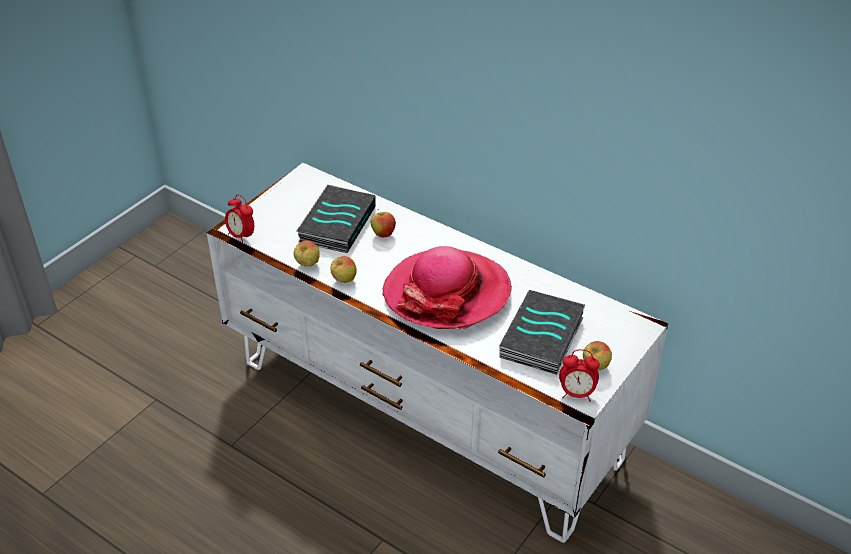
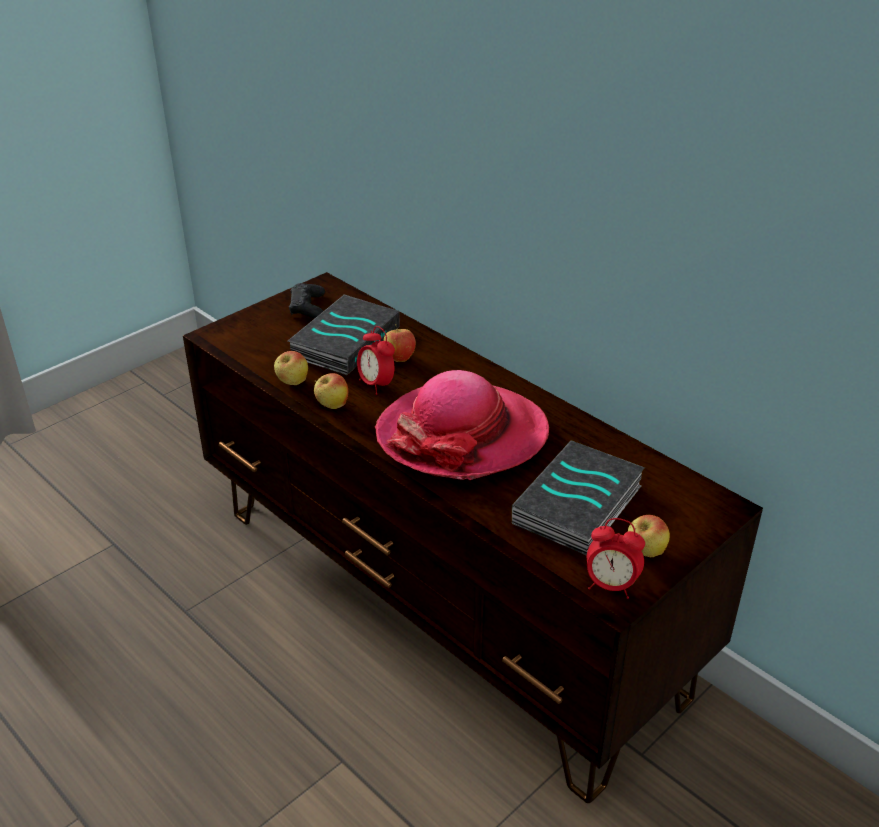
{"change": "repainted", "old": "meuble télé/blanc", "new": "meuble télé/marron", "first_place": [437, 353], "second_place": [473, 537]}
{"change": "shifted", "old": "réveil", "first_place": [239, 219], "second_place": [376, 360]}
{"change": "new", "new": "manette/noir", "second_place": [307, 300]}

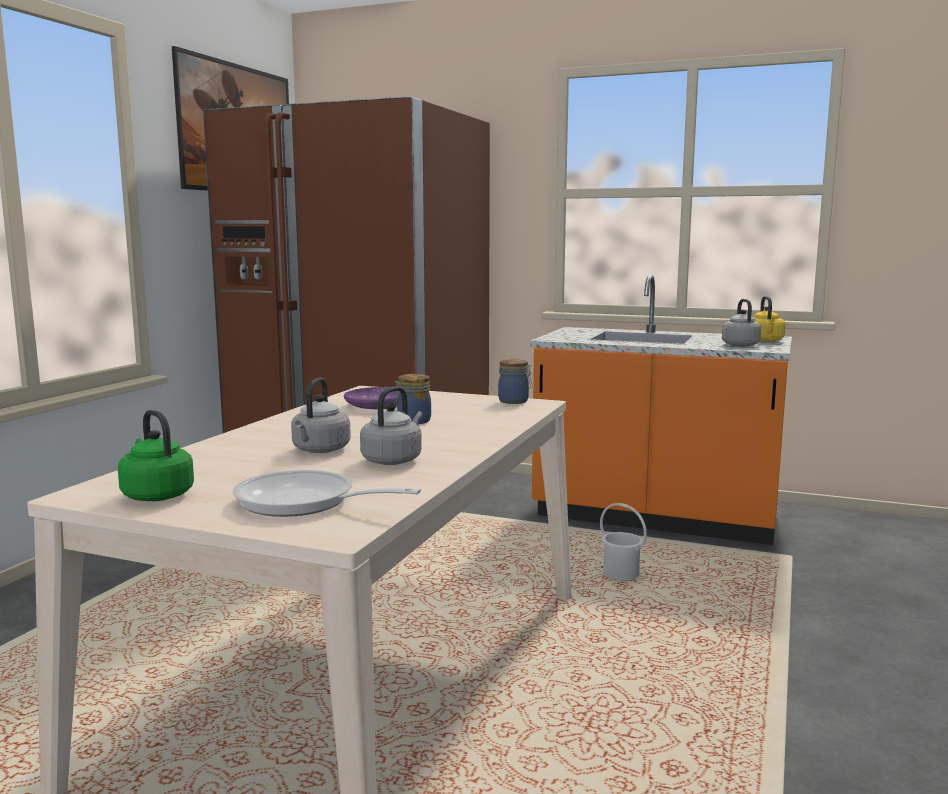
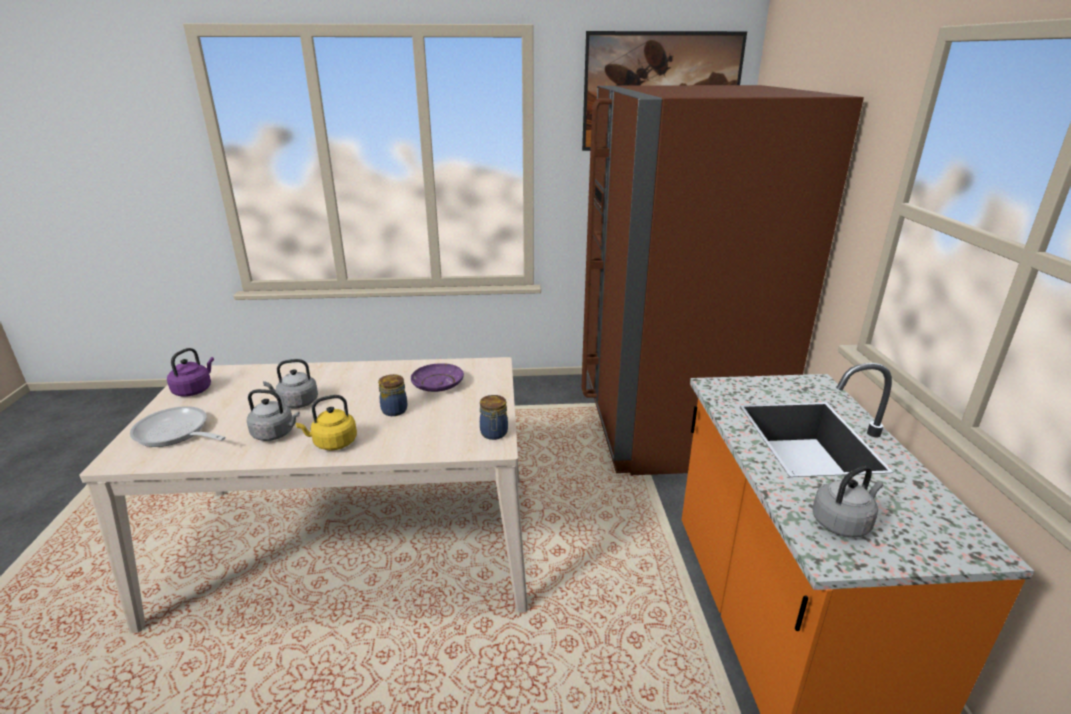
{"change": "repainted", "old": "bouilloire/vert", "new": "bouilloire/violet", "first_place": [156, 455], "second_place": [190, 372]}
{"change": "rotated", "old": "poêle", "first_place": [326, 493], "second_place": [178, 426], "degrees": -60}
{"change": "gone", "old": "seau/blanc", "first_place": [623, 541]}
{"change": "shifted", "old": "bouilloire/jaune", "first_place": [770, 319], "second_place": [326, 422]}

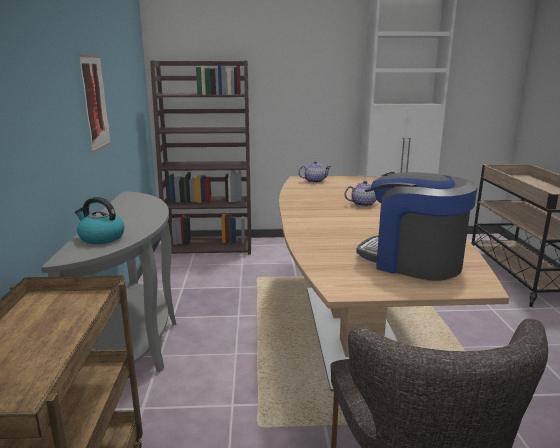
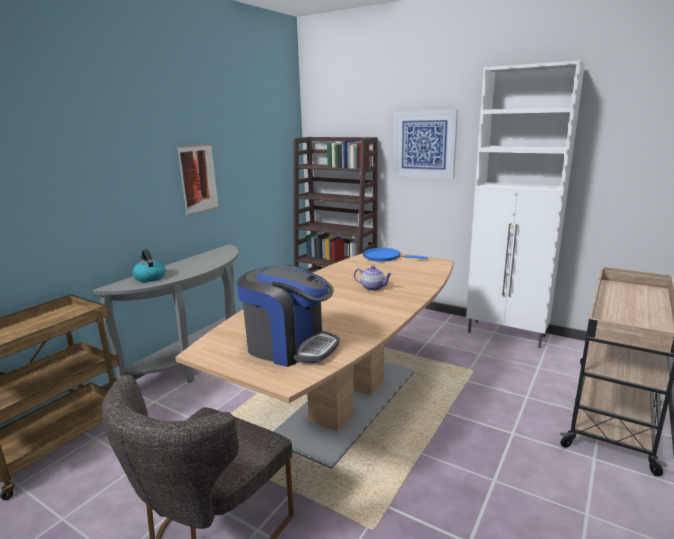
{"change": "swapped", "old": "théière", "new": "poêle/bleu", "first_place": [314, 172], "second_place": [395, 255]}
{"change": "rotated", "old": "machine à café", "first_place": [416, 226], "second_place": [288, 315], "degrees": 135}
{"change": "new", "new": "tableau", "second_place": [425, 144]}

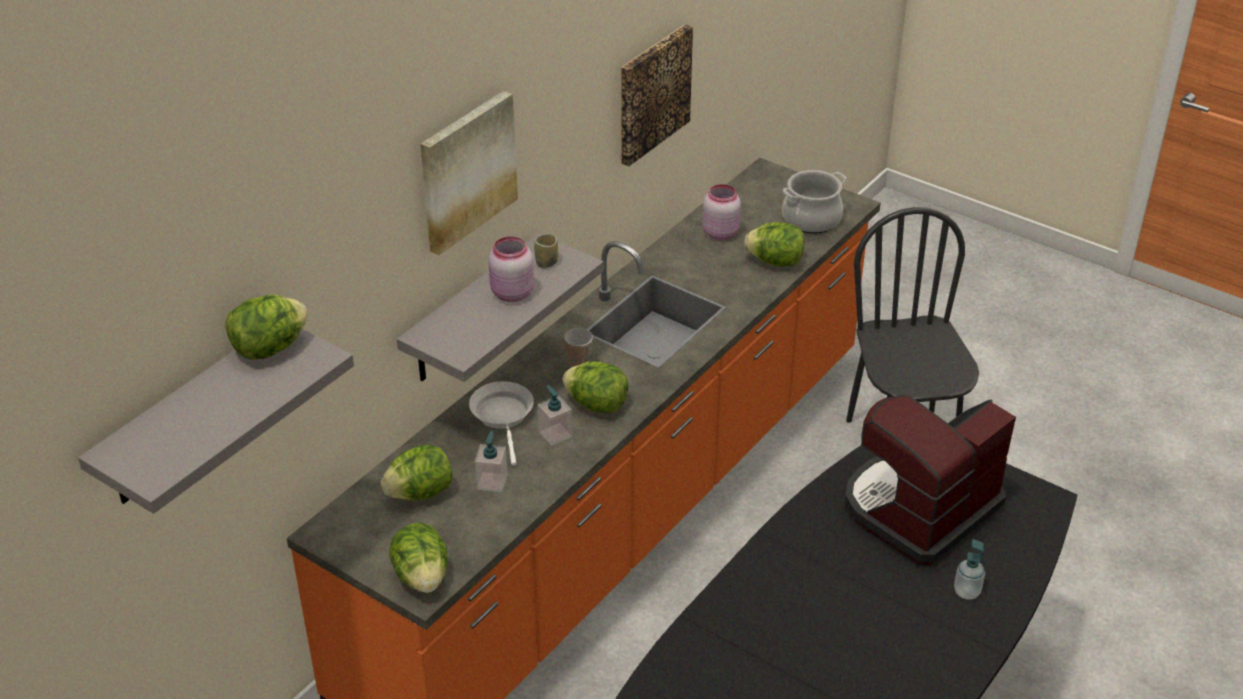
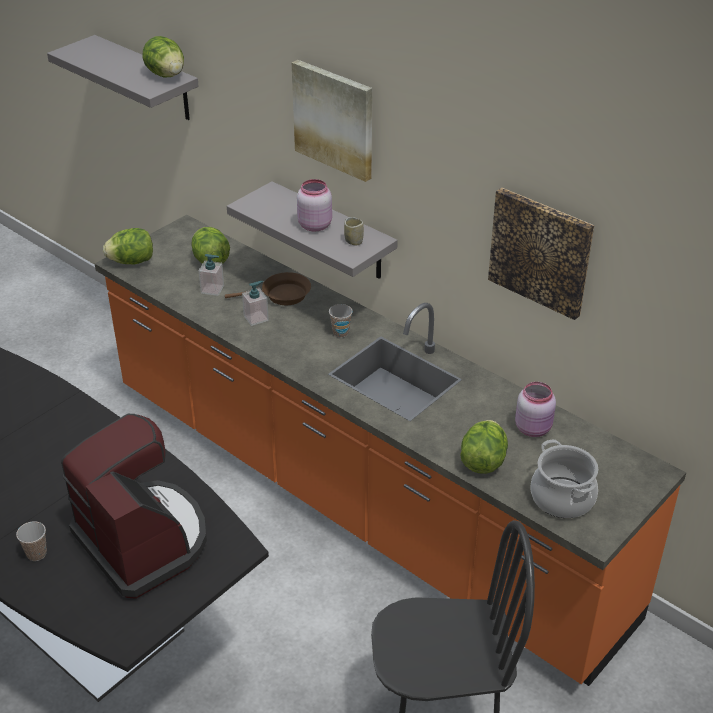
{"change": "repainted", "old": "poêle/blanc", "new": "poêle/marron", "first_place": [501, 423], "second_place": [268, 288]}
{"change": "gone", "old": "laitue", "first_place": [596, 387]}
{"change": "swapped", "old": "distributeur de savon", "new": "tasse", "first_place": [969, 569], "second_place": [31, 541]}

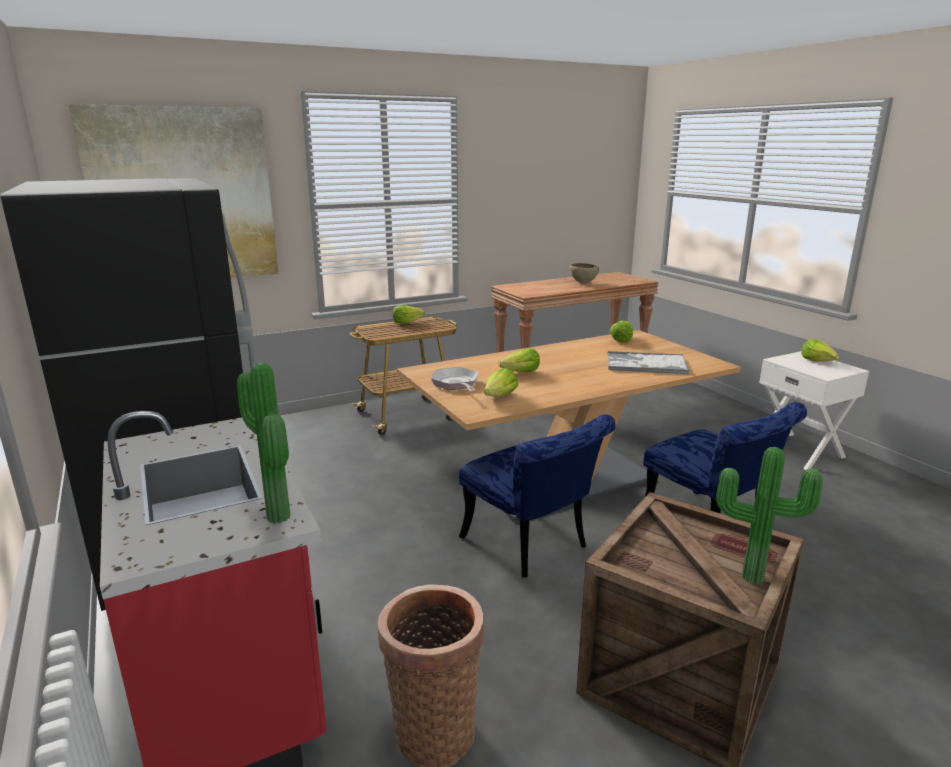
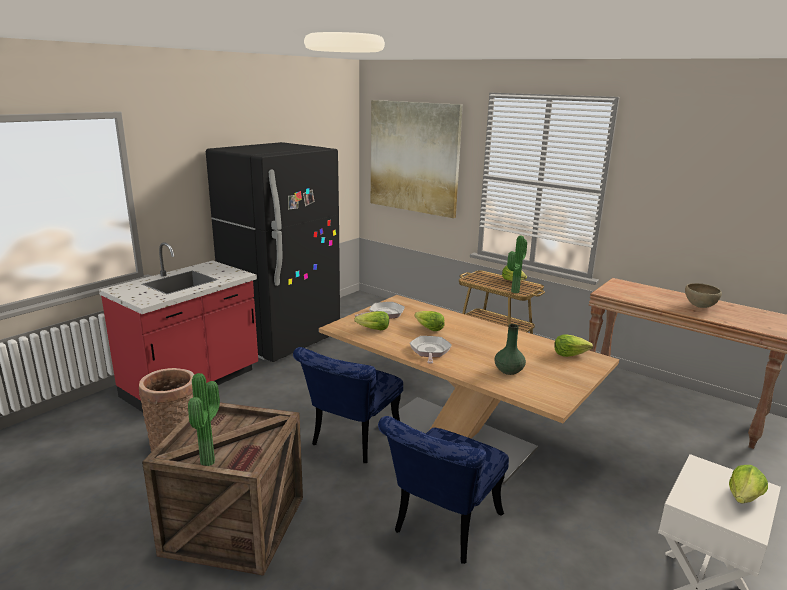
{"change": "shifted", "old": "plante en pot", "first_place": [264, 443], "second_place": [517, 264]}
{"change": "swapped", "old": "plateau", "new": "vase/vert", "first_place": [648, 362], "second_place": [510, 349]}
{"change": "new", "new": "poêle", "second_place": [431, 350]}

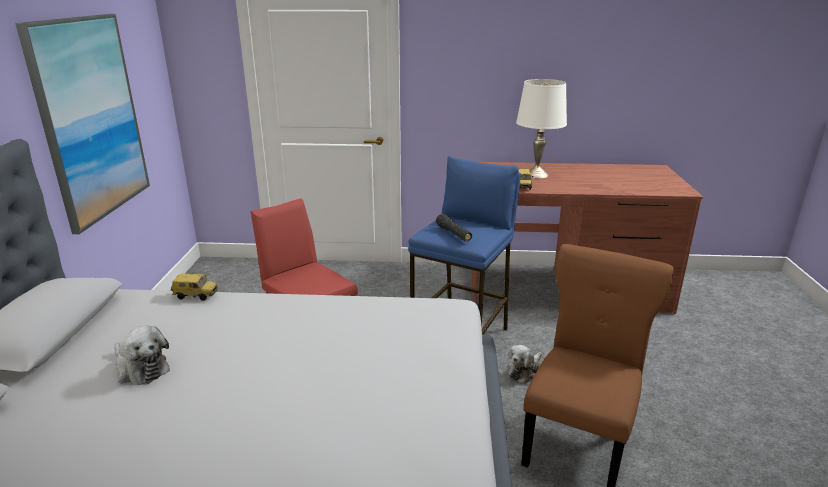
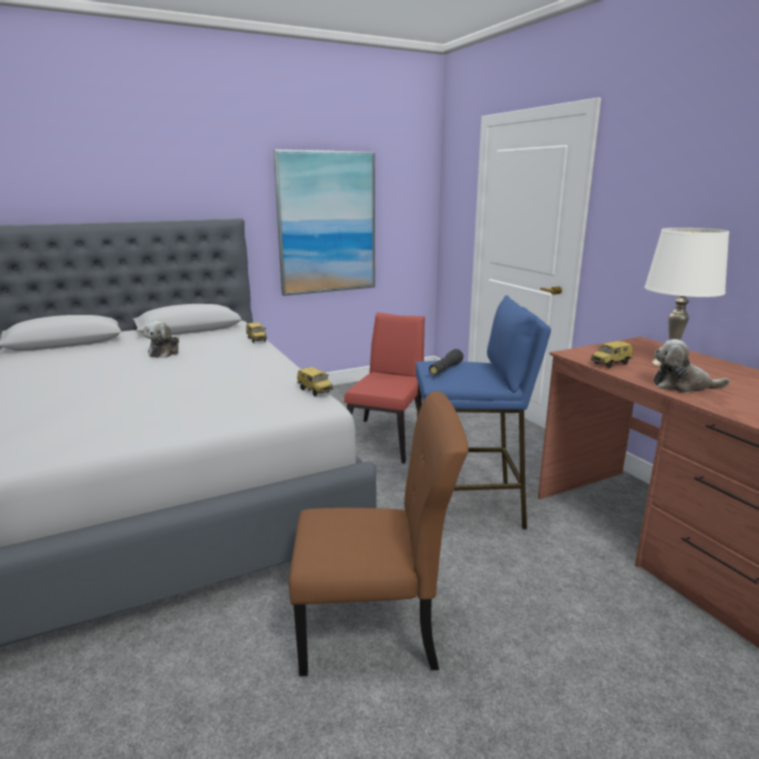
{"change": "shifted", "old": "peluche", "first_place": [525, 364], "second_place": [692, 366]}
{"change": "new", "new": "petite voiture", "second_place": [315, 381]}

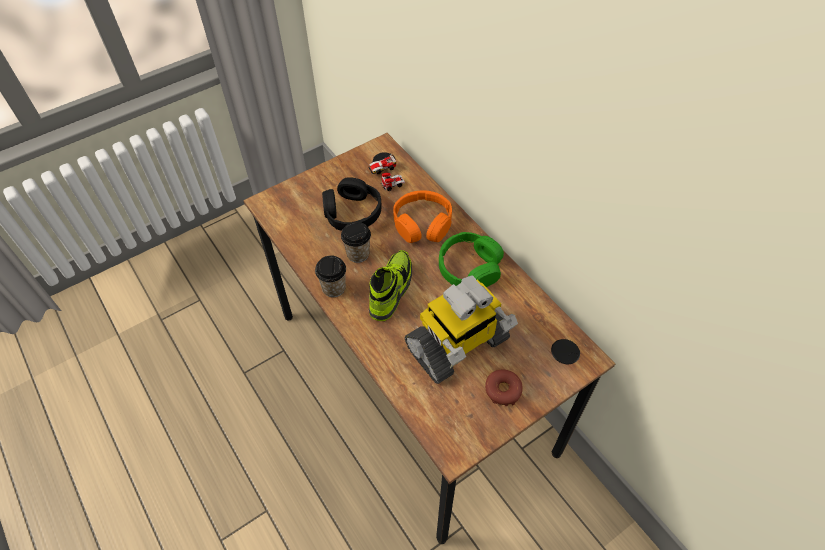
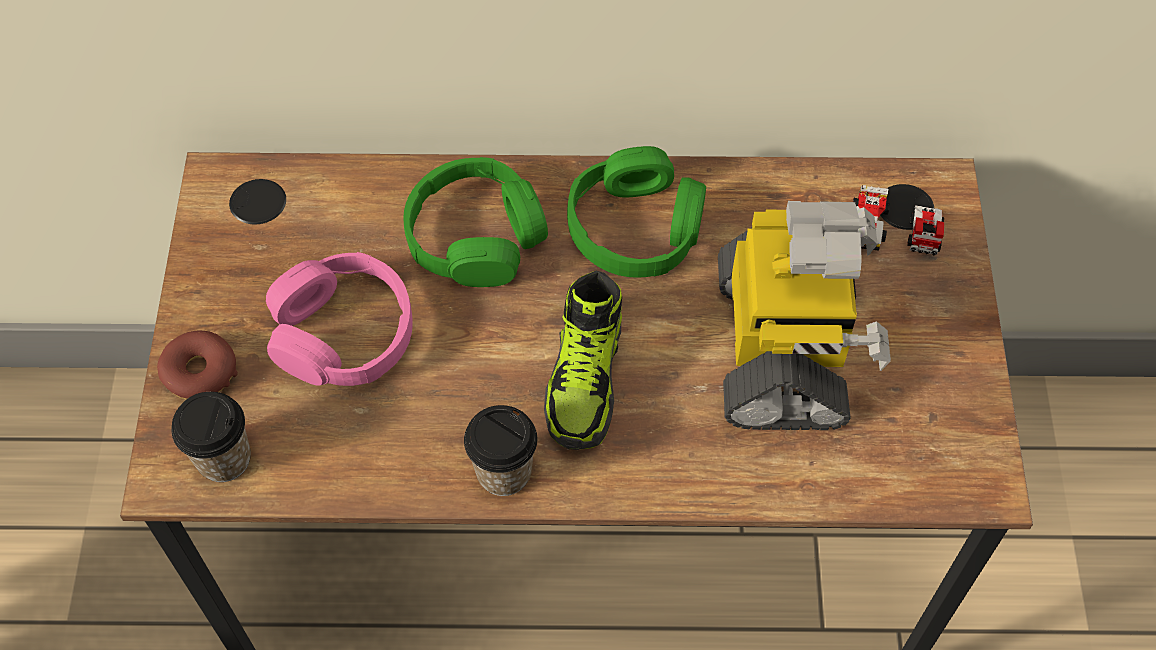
{"change": "repainted", "old": "casque audio/noir", "new": "casque audio/rose", "first_place": [352, 203], "second_place": [339, 319]}
{"change": "shifted", "old": "tasse", "first_place": [356, 242], "second_place": [211, 437]}
{"change": "shifted", "old": "petite voiture", "first_place": [386, 172], "second_place": [898, 220]}
{"change": "rotated", "old": "chaussure", "first_place": [390, 285], "second_place": [583, 360], "degrees": -135}
{"change": "repainted", "old": "casque audio/orange", "new": "casque audio/vert", "first_place": [422, 216], "second_place": [475, 222]}
{"change": "shifted", "old": "beignet", "first_place": [504, 387], "second_place": [197, 365]}

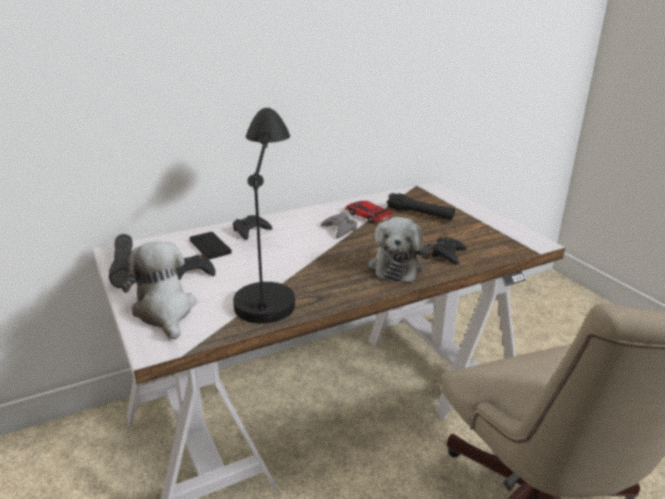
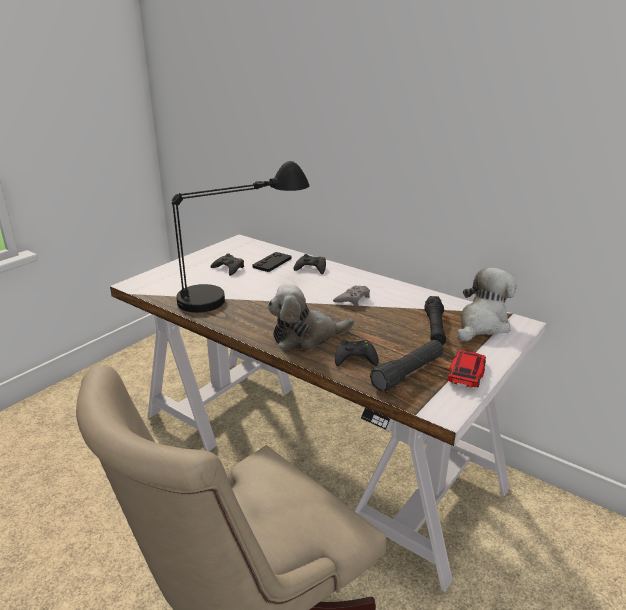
{"change": "shifted", "old": "lampe de poche/noir", "first_place": [121, 261], "second_place": [407, 366]}
{"change": "shifted", "old": "peluche", "first_place": [159, 290], "second_place": [487, 304]}
{"change": "shifted", "old": "petite voiture", "first_place": [368, 212], "second_place": [466, 369]}

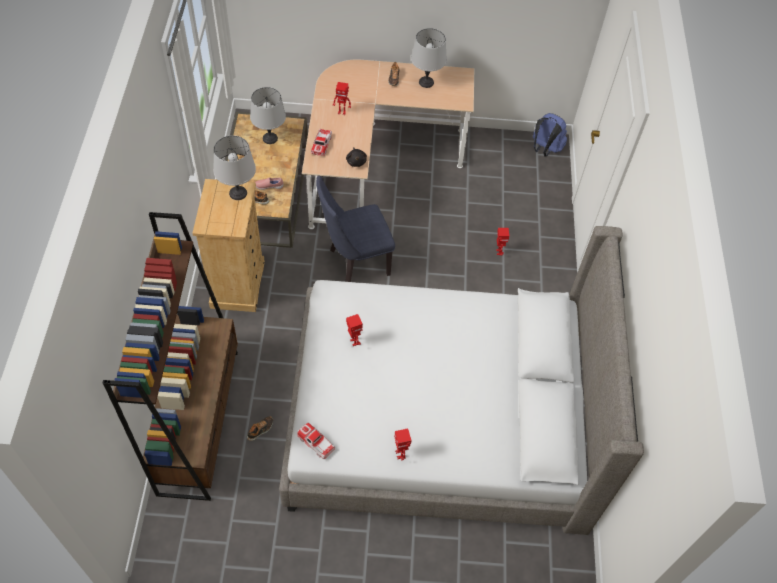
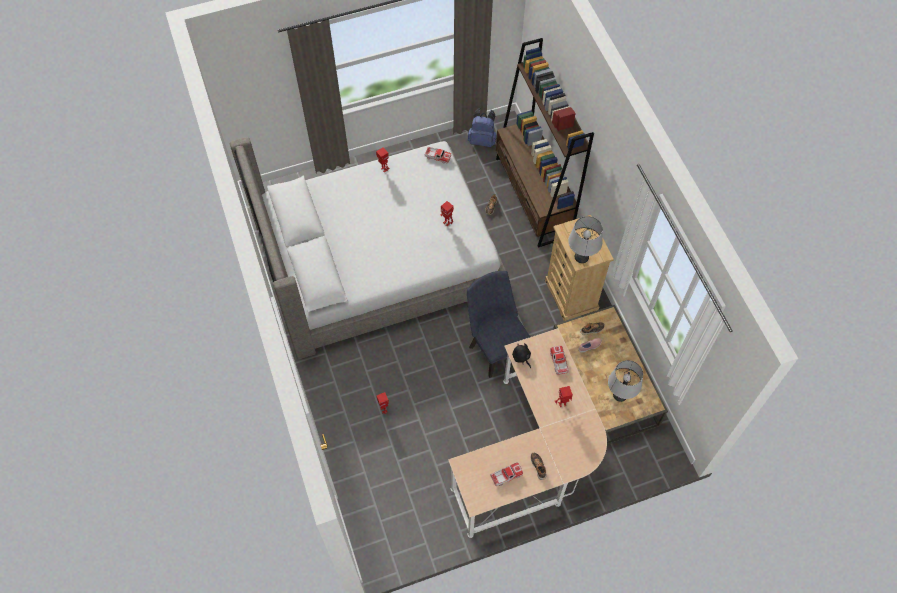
{"change": "rotated", "old": "chaise/bleu", "first_place": [355, 229], "second_place": [498, 324], "degrees": -75}
{"change": "swapped", "old": "lampe de table/gris", "new": "petite voiture", "first_place": [429, 58], "second_place": [506, 474]}
{"change": "shifted", "old": "sac à dos/bleu", "first_place": [550, 135], "second_place": [482, 127]}

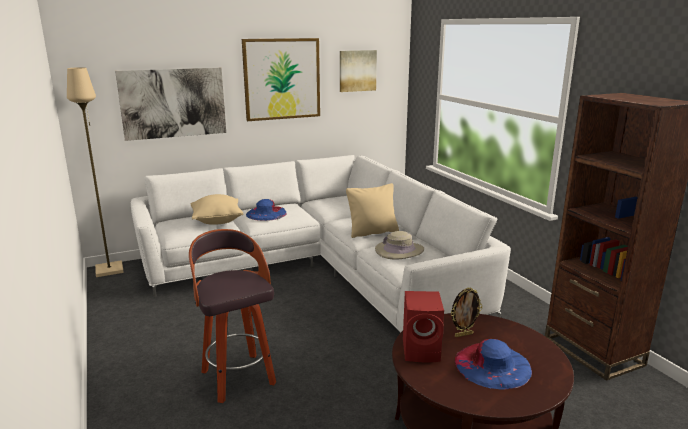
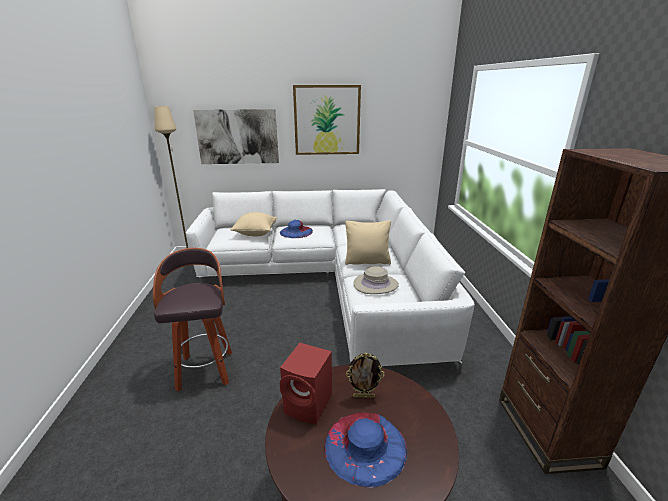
{"change": "gone", "old": "tableau", "first_place": [358, 71]}

